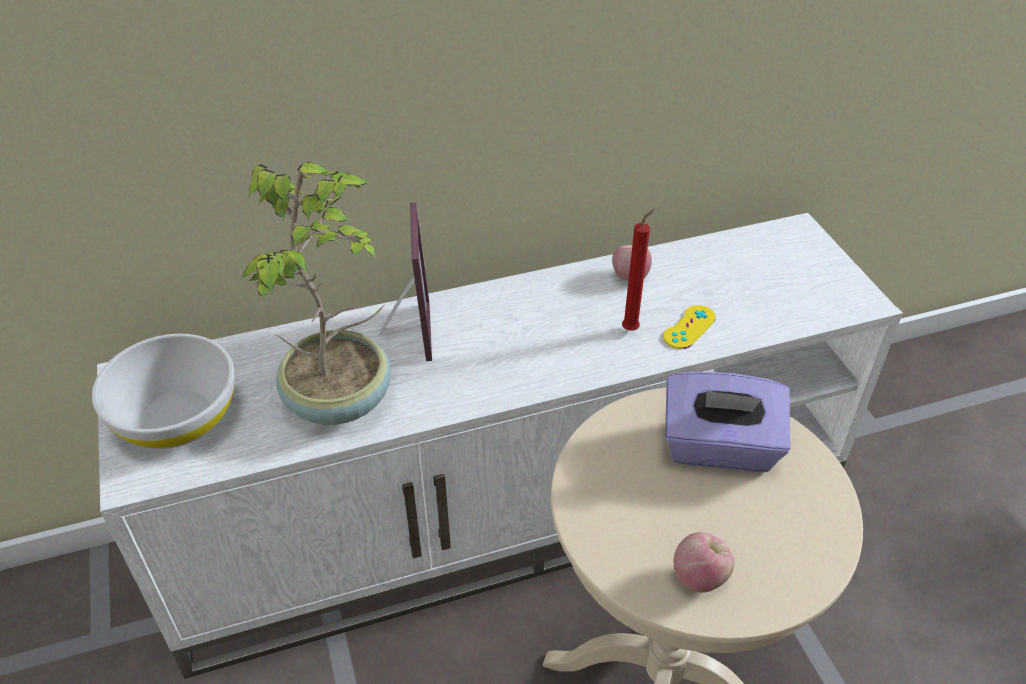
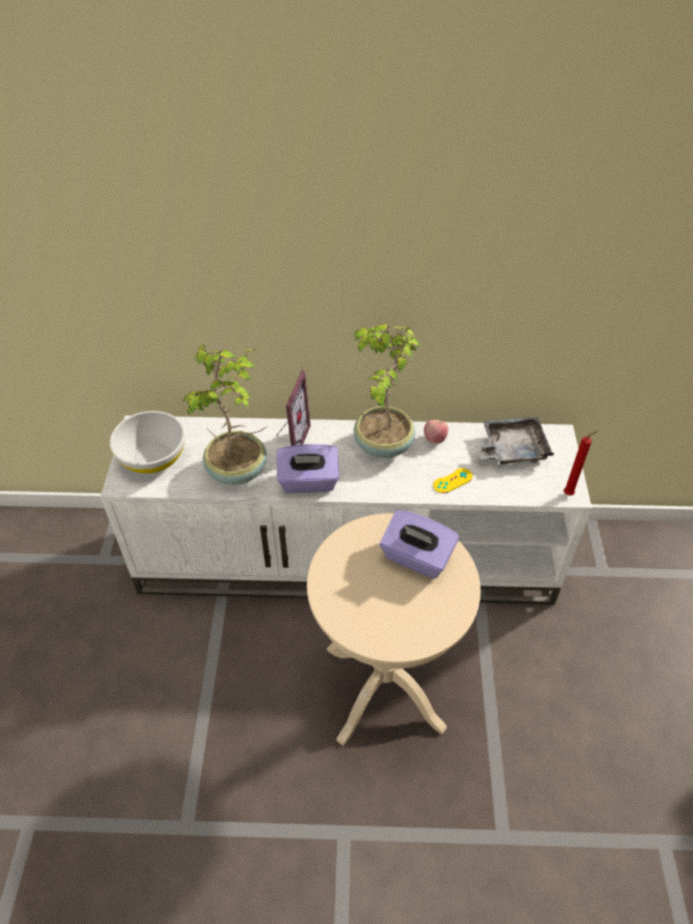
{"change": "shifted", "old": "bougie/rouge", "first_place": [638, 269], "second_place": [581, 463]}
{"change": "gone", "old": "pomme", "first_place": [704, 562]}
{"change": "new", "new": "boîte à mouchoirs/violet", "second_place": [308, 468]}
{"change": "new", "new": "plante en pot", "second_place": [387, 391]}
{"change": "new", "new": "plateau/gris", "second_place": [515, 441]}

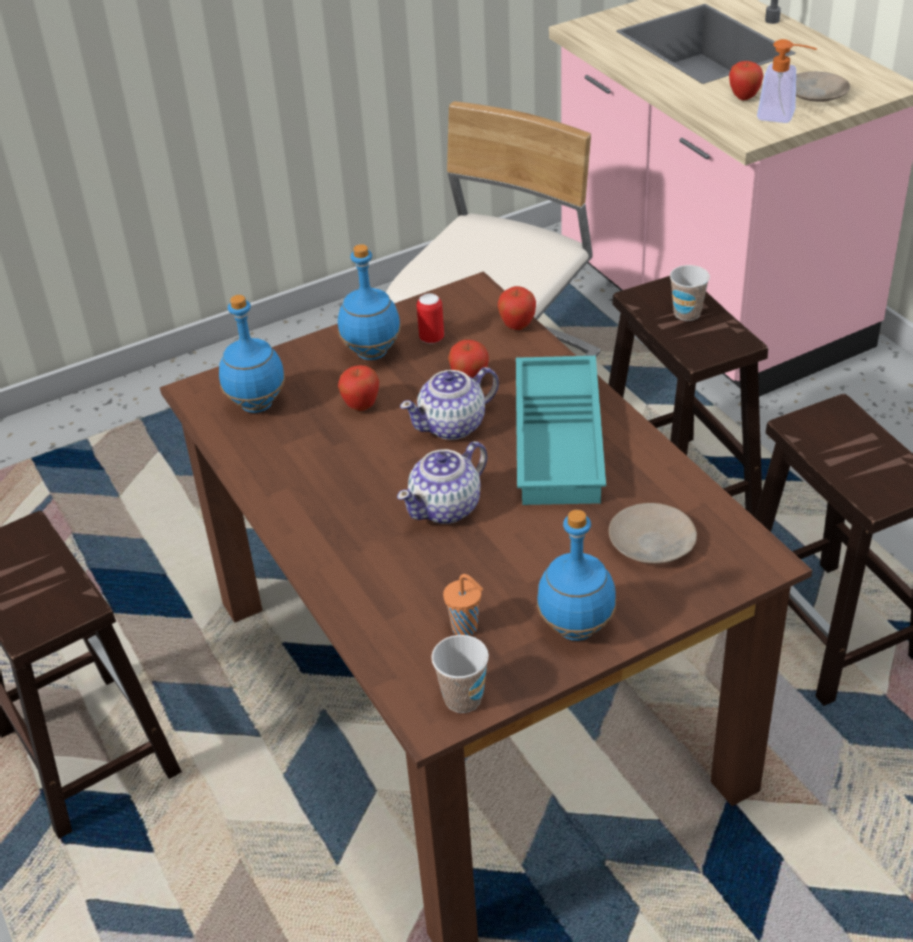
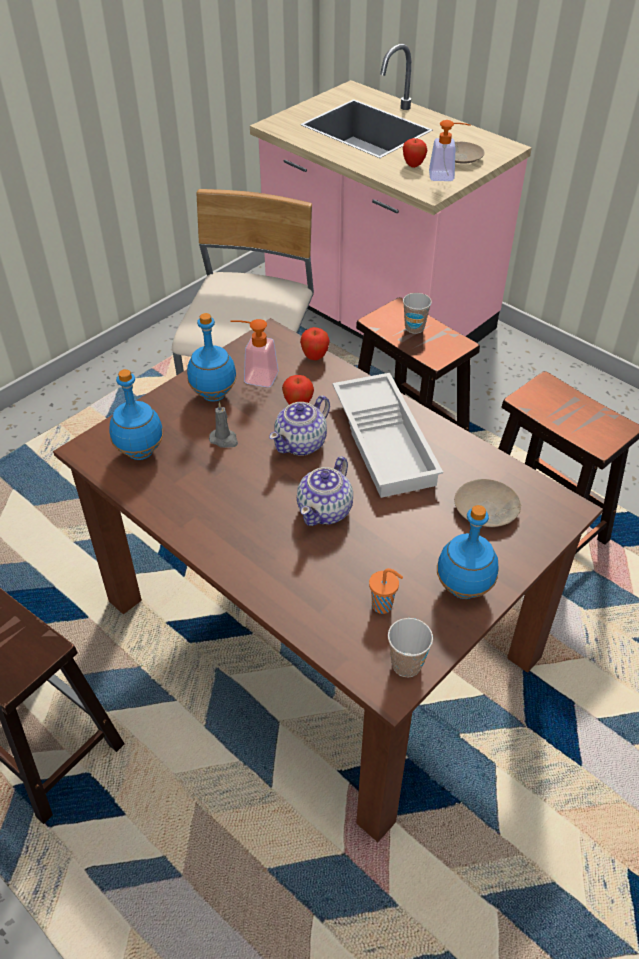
{"change": "swapped", "old": "pomme", "new": "bougie/gris", "first_place": [358, 388], "second_place": [223, 424]}
{"change": "swapped", "old": "boîte métallique", "new": "distributeur de savon", "first_place": [430, 318], "second_place": [254, 353]}
{"change": "repainted", "old": "plateau/turquoise", "new": "plateau/blanc", "first_place": [561, 430], "second_place": [387, 435]}

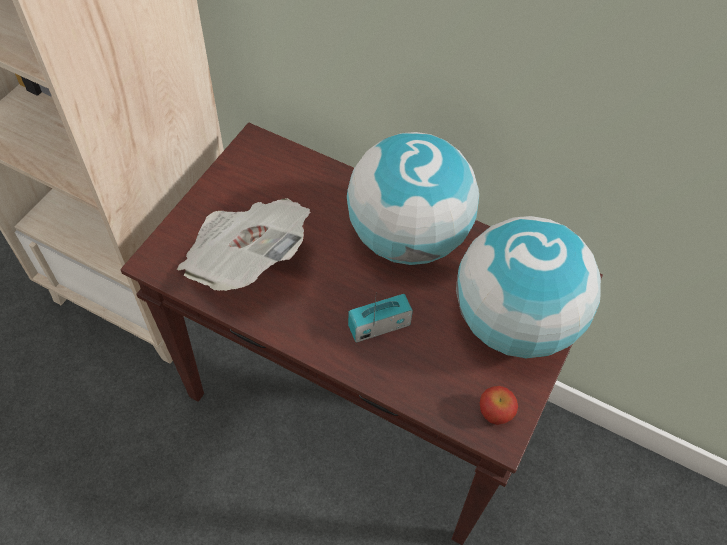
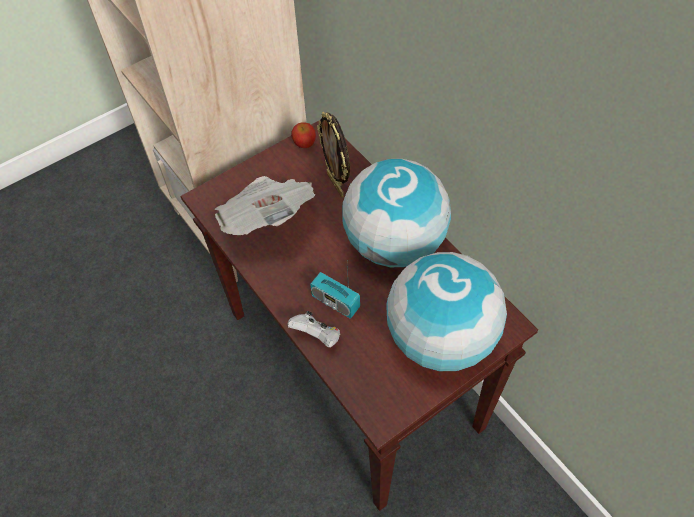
{"change": "rotated", "old": "radio", "first_place": [380, 318], "second_place": [335, 293], "degrees": -150}
{"change": "shifted", "old": "pomme", "first_place": [499, 405], "second_place": [303, 135]}
{"change": "new", "new": "manette/blanc", "second_place": [313, 329]}
{"change": "new", "new": "cadre photo", "second_place": [333, 154]}

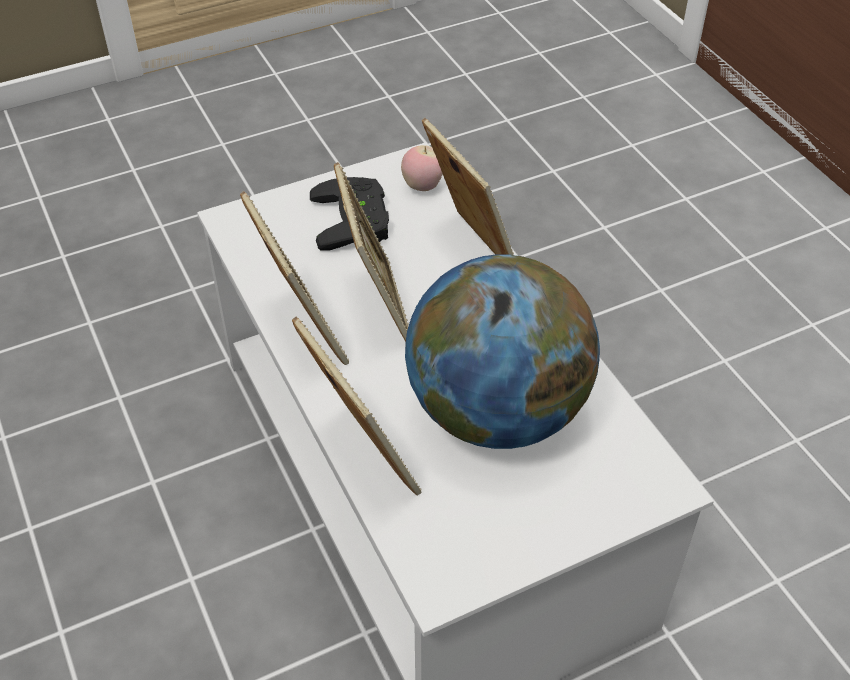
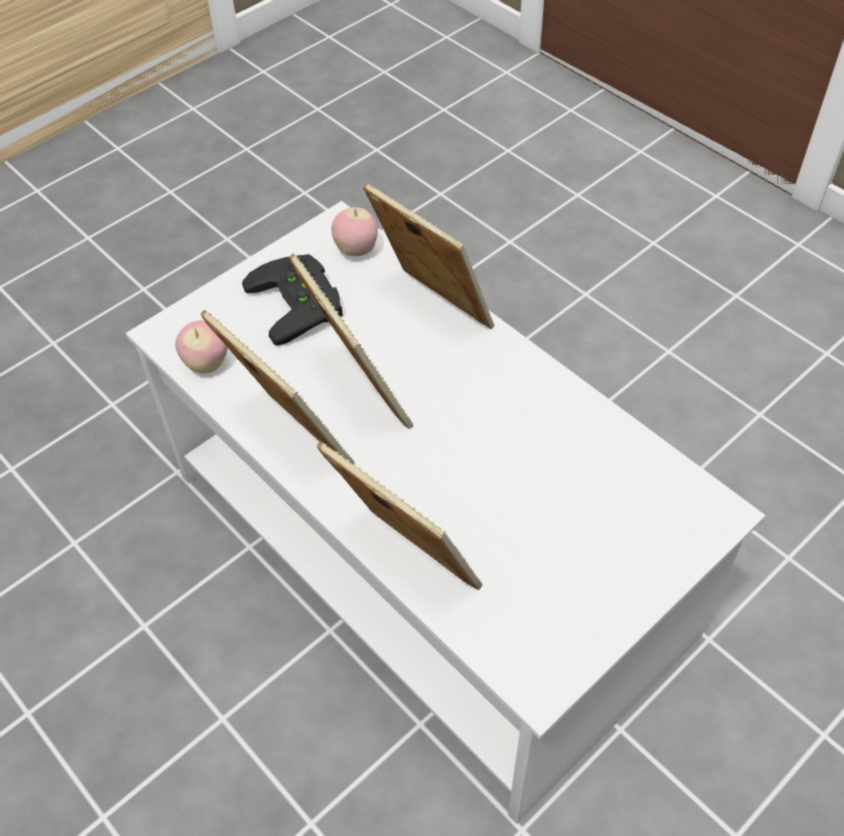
{"change": "gone", "old": "globe", "first_place": [502, 351]}
{"change": "new", "new": "pomme", "second_place": [201, 346]}

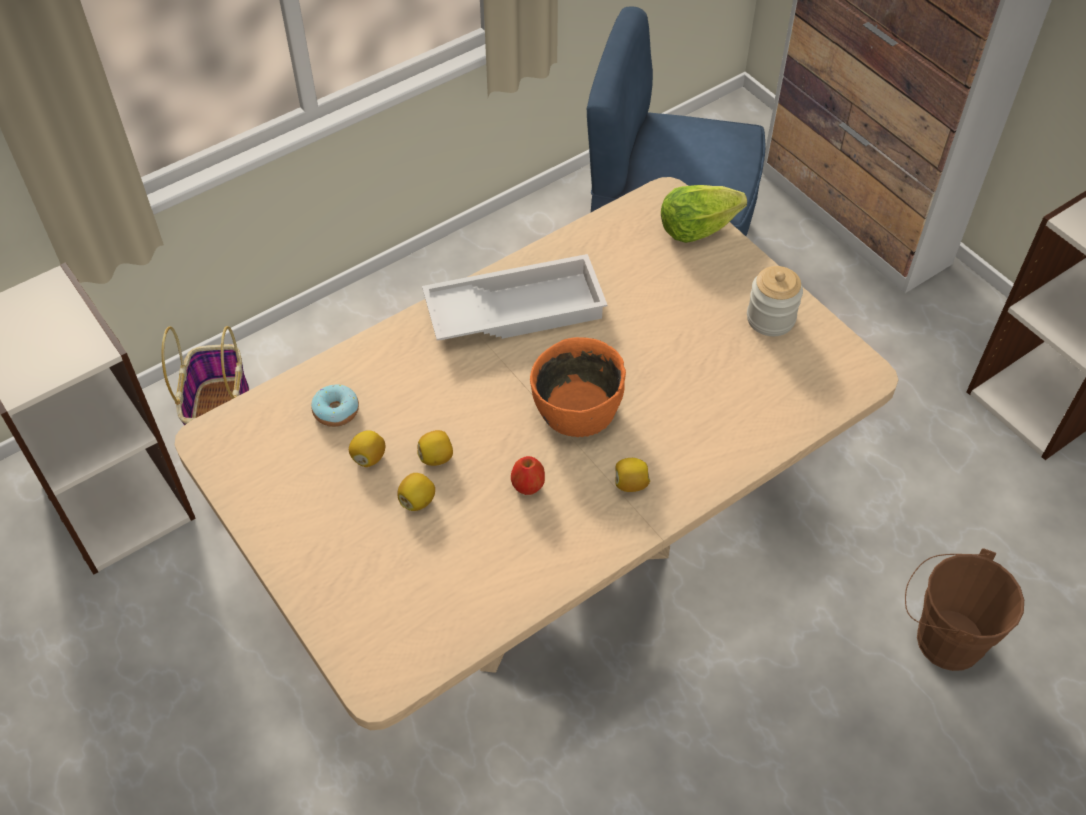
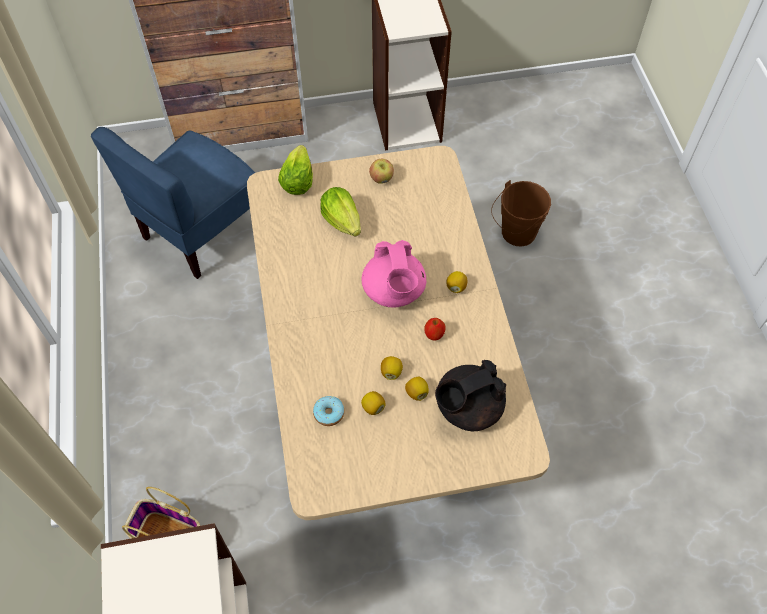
{"change": "gone", "old": "plateau/blanc", "first_place": [514, 297]}
{"change": "swapped", "old": "bol/orange", "new": "théière/rose", "first_place": [578, 387], "second_place": [394, 274]}
{"change": "swapped", "old": "bocal", "new": "pomme", "first_place": [775, 301], "second_place": [381, 171]}
{"change": "new", "new": "laitue", "second_place": [340, 212]}
{"change": "new", "new": "théière/noir", "second_place": [470, 395]}

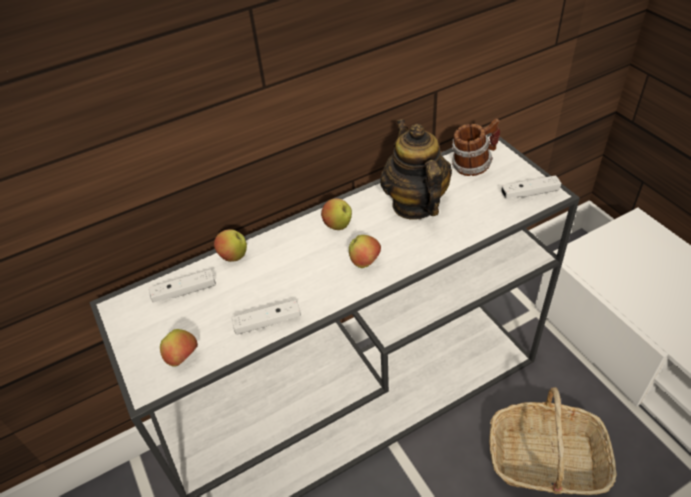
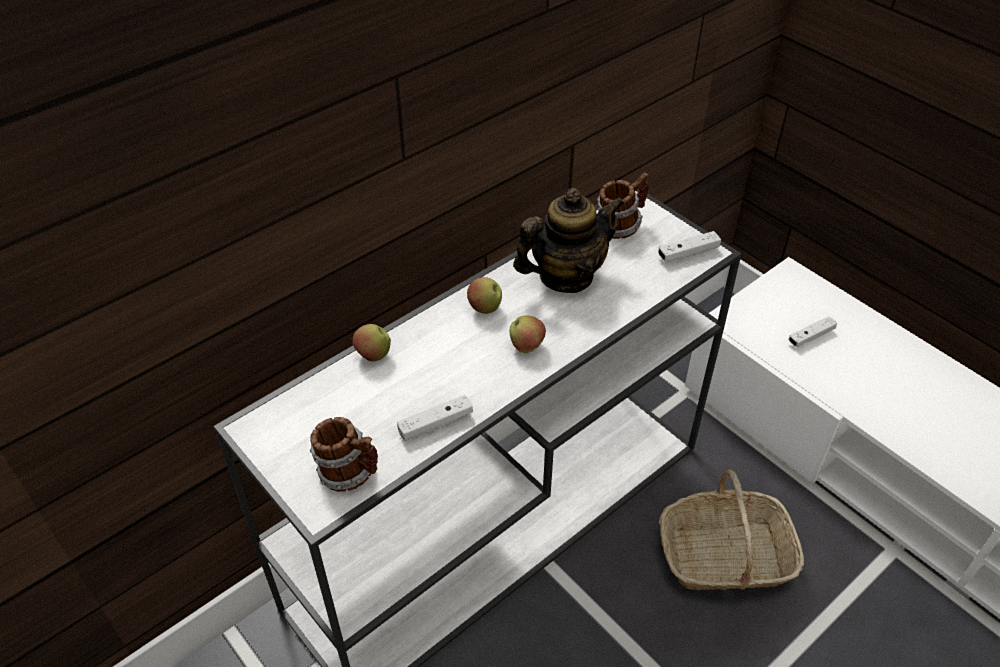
{"change": "shifted", "old": "manette/blanc", "first_place": [182, 286], "second_place": [812, 331]}
{"change": "swapped", "old": "pomme", "new": "mug", "first_place": [179, 348], "second_place": [344, 454]}
{"change": "rotated", "old": "théière", "first_place": [416, 169], "second_place": [569, 240], "degrees": 90}

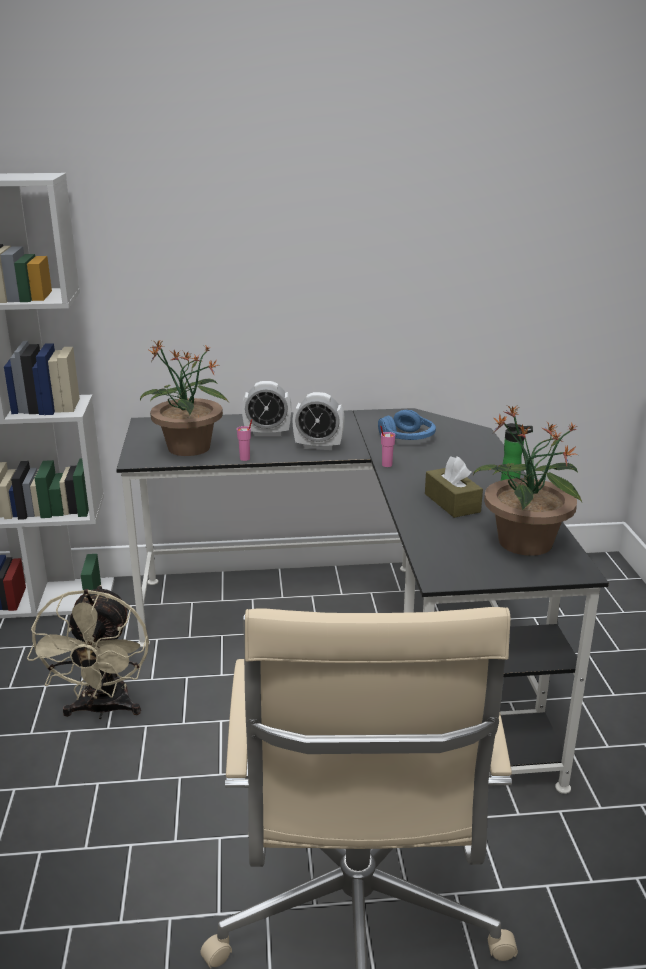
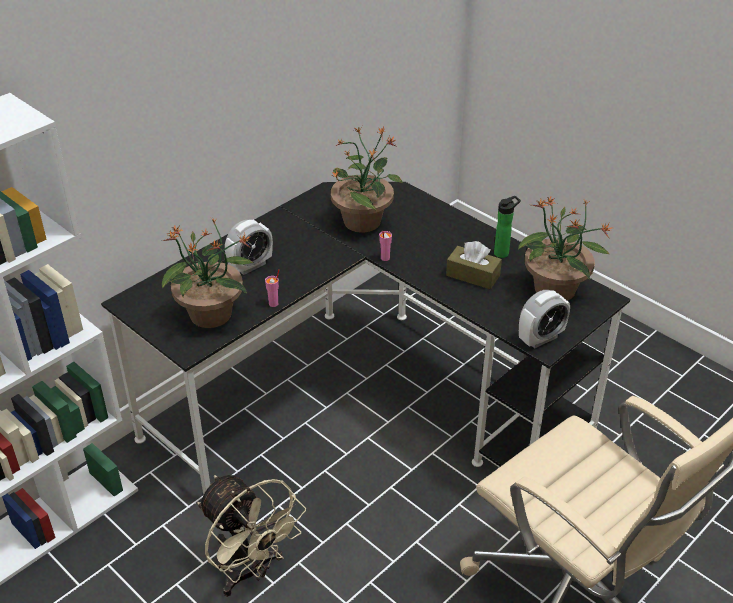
{"change": "shifted", "old": "réveil", "first_place": [318, 421], "second_place": [544, 319]}
{"change": "swapped", "old": "casque audio/bleu", "new": "plante en pot", "first_place": [407, 425], "second_place": [367, 180]}

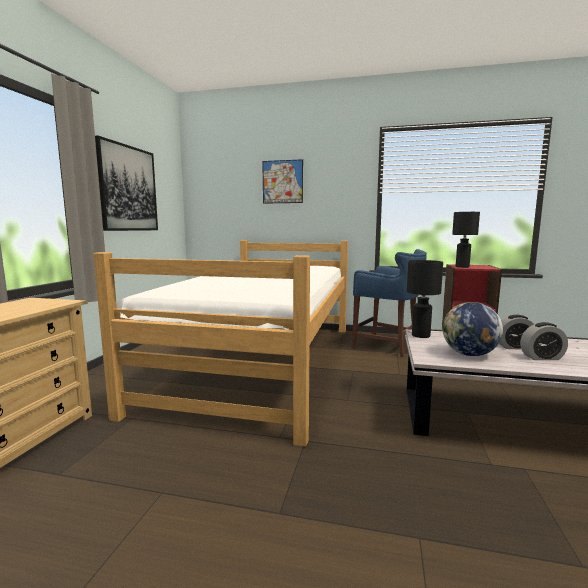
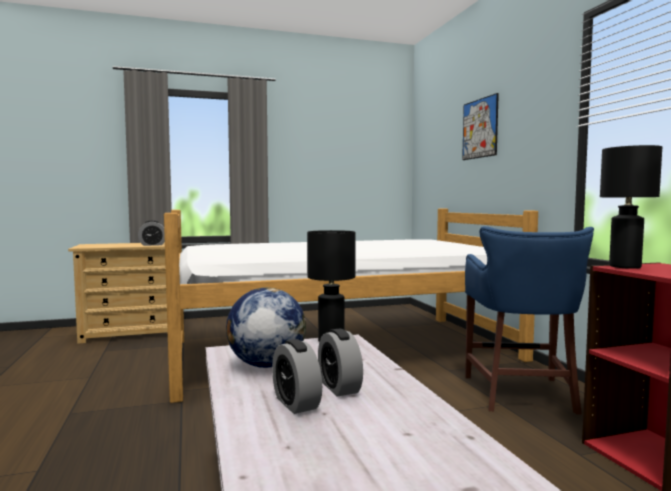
{"change": "gone", "old": "tableau", "first_place": [126, 183]}
{"change": "new", "new": "réveil", "second_place": [151, 233]}

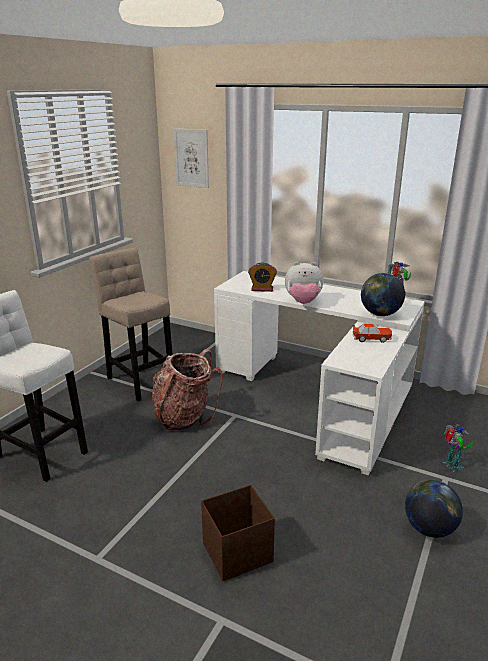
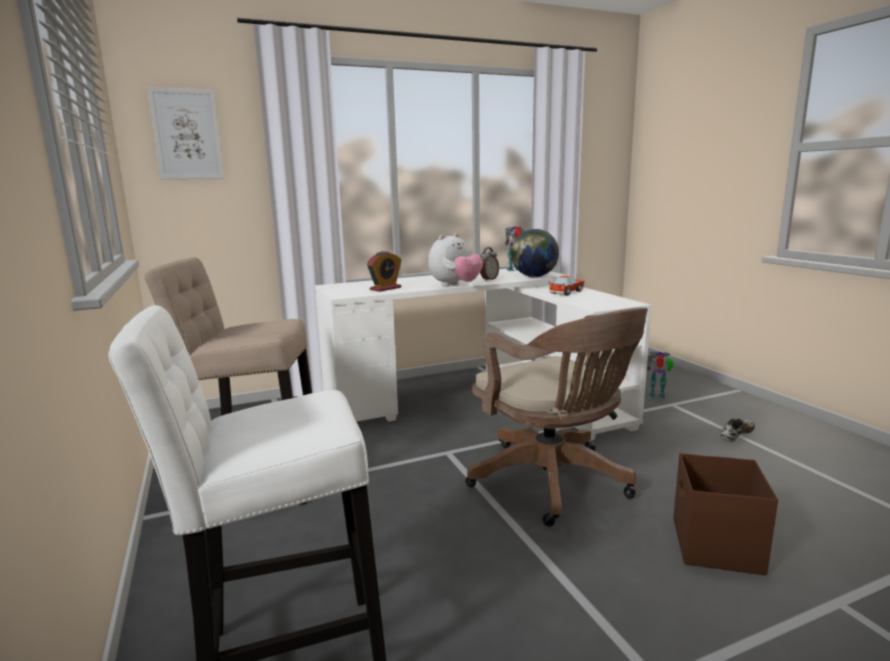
{"change": "gone", "old": "sac à dos", "first_place": [187, 390]}
{"change": "swapped", "old": "globe", "new": "chaussure", "first_place": [434, 509], "second_place": [737, 430]}
{"change": "new", "new": "chaise de bureau/marron", "second_place": [556, 417]}
{"change": "new", "new": "réveil", "second_place": [489, 264]}

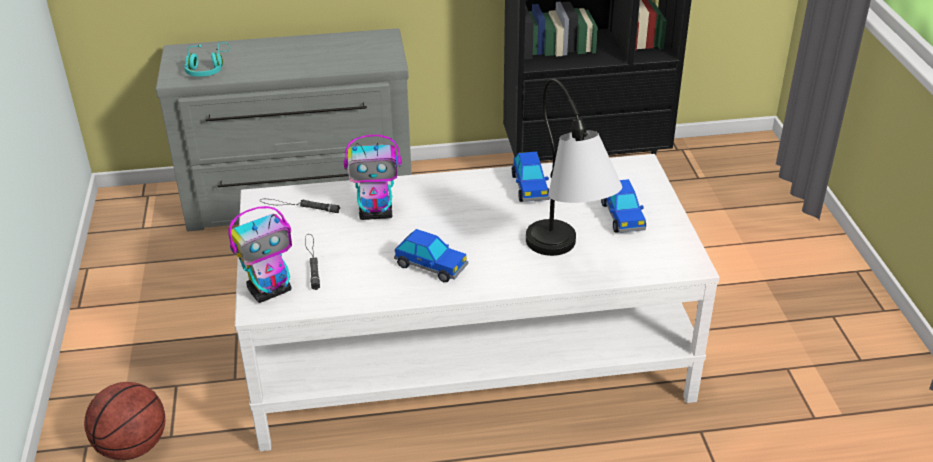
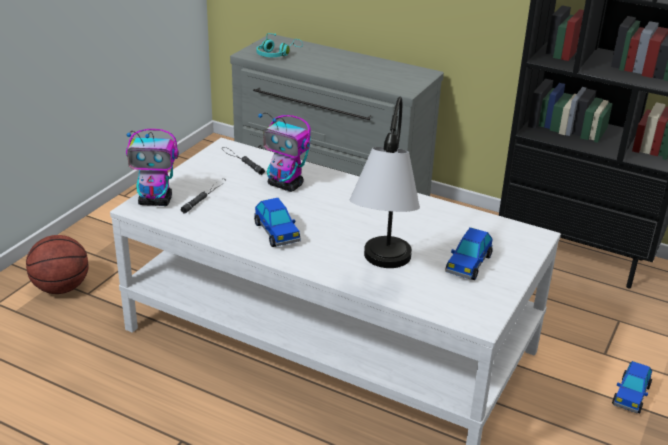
{"change": "shifted", "old": "petite voiture", "first_place": [531, 177], "second_place": [632, 387]}

